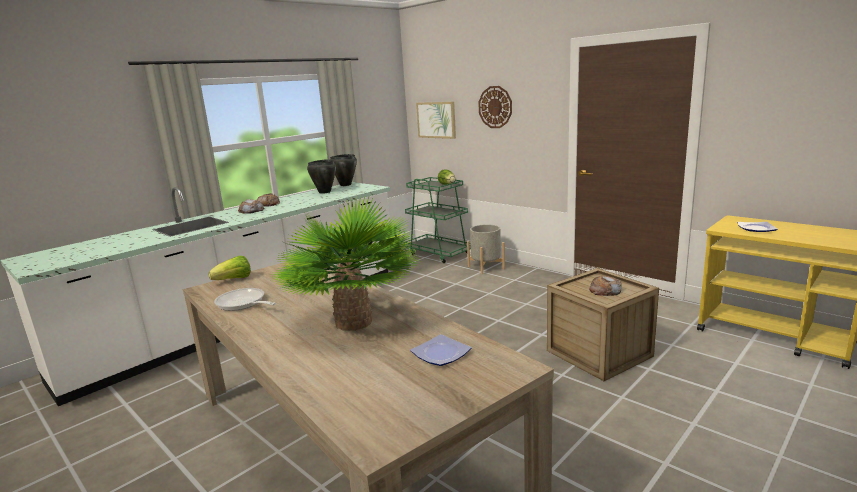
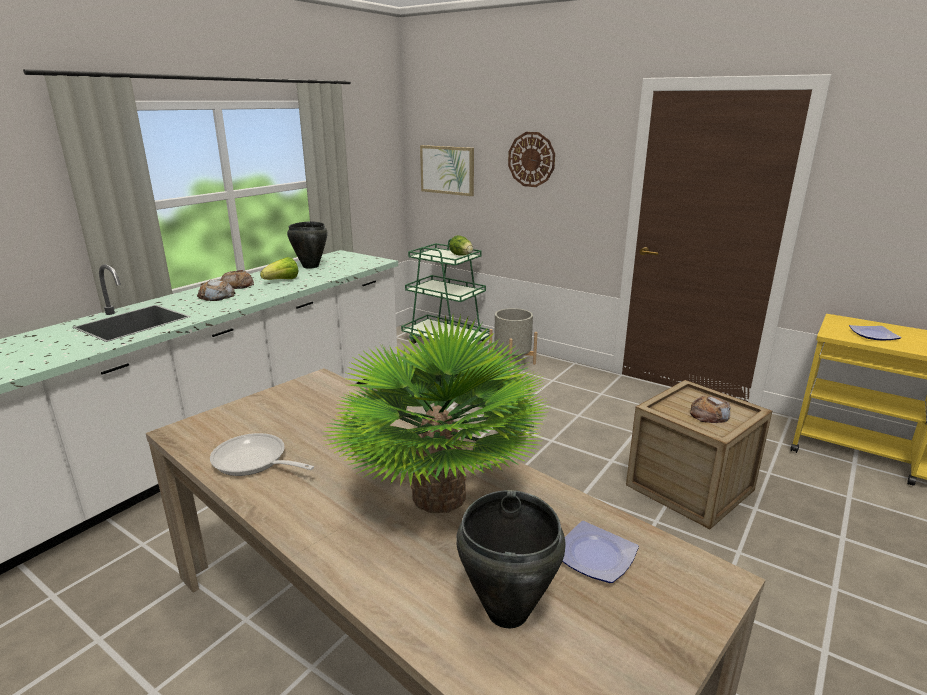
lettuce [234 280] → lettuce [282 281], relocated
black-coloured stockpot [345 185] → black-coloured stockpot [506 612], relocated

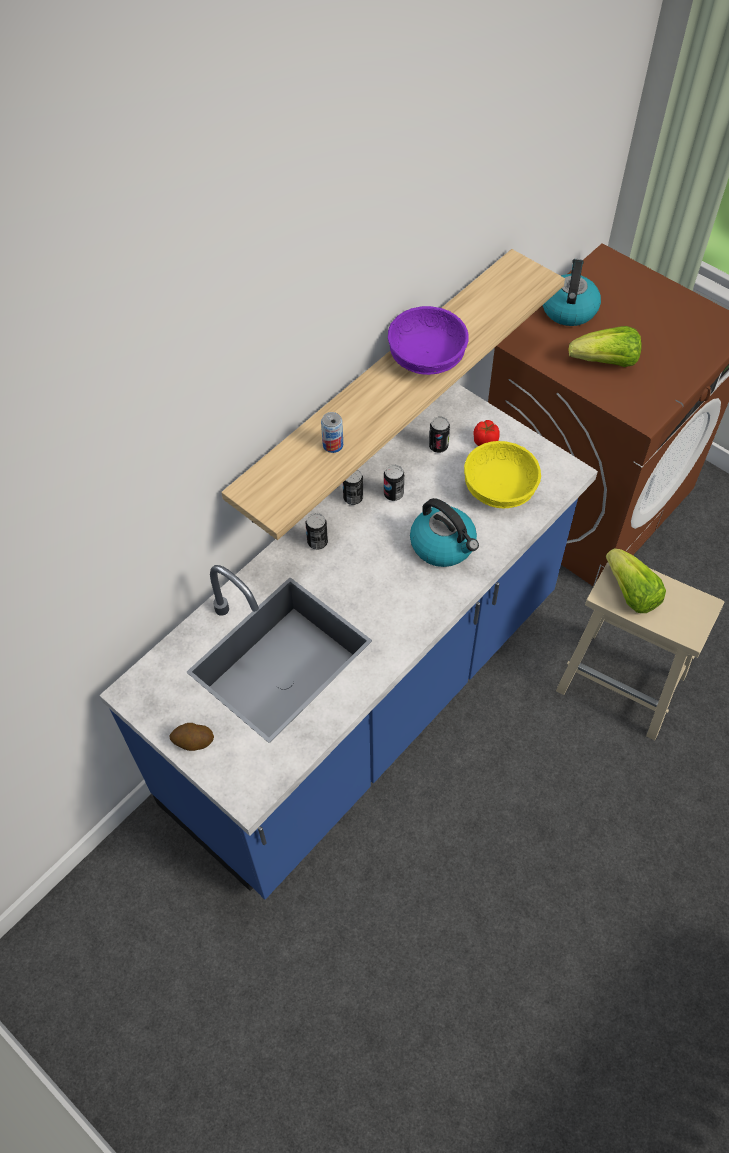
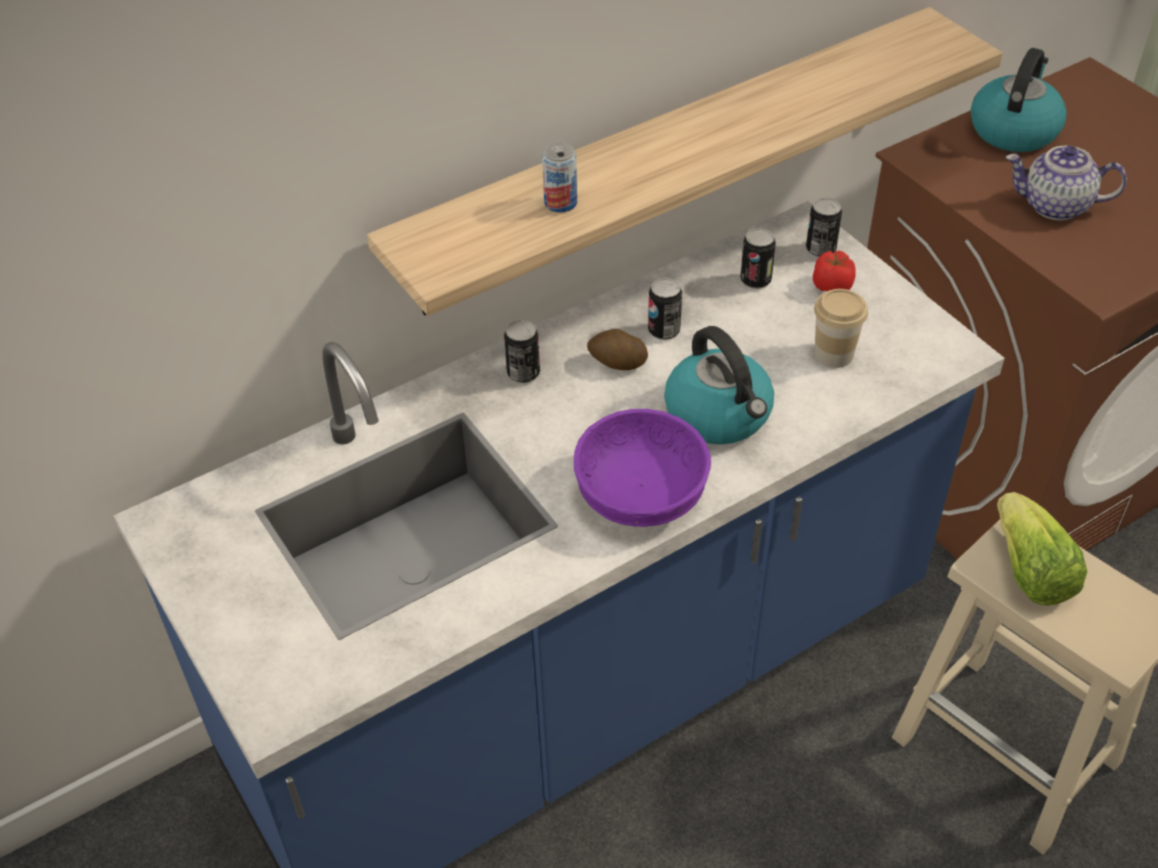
spud [193 742] → spud [617 363], relocated
metal can [353 498] → metal can [820 250], relocated
purple serving bowl [425 357] → purple serving bowl [638 493], relocated
yellow-coloured serving bowl [499 489] → drinking cup [833 354]
lettuce [606 362] → teapot [1054 206]

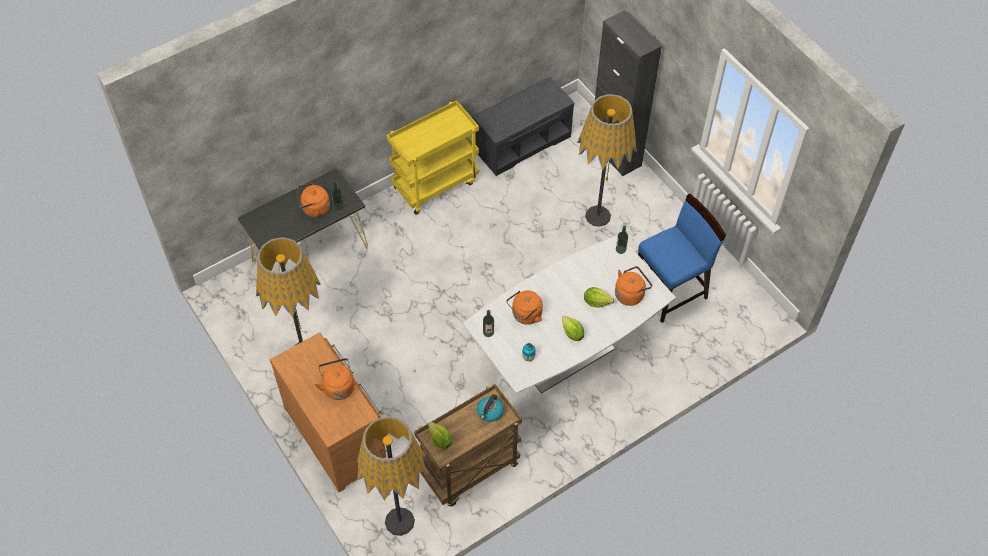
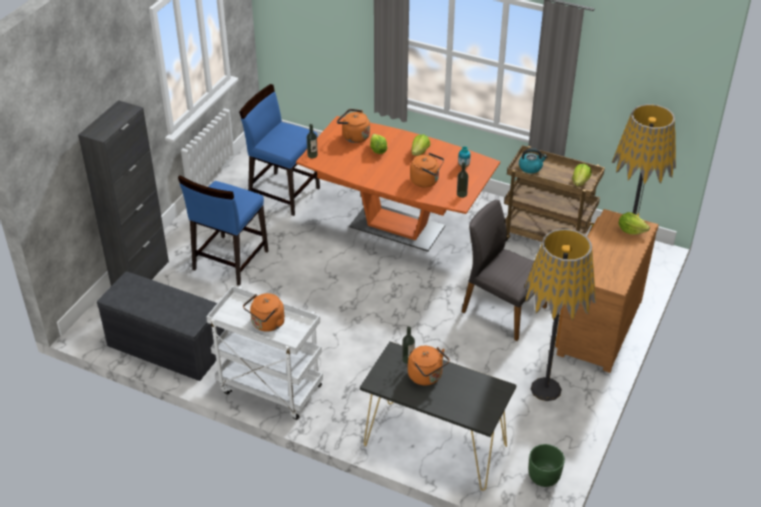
orange tea kettle [338 386] → orange tea kettle [266 324], relocated
yellow-coloured cart [435 184] → whitish cart [269 389]
whitish dinner table [565 355] → orange dinner table [397 227]
floor lamp [598 216] → bluish plain chair [229 260]
- → gray plain chair [502 309]
- → green-coloured flower pot [544 476]
- → lettuce [631 230]

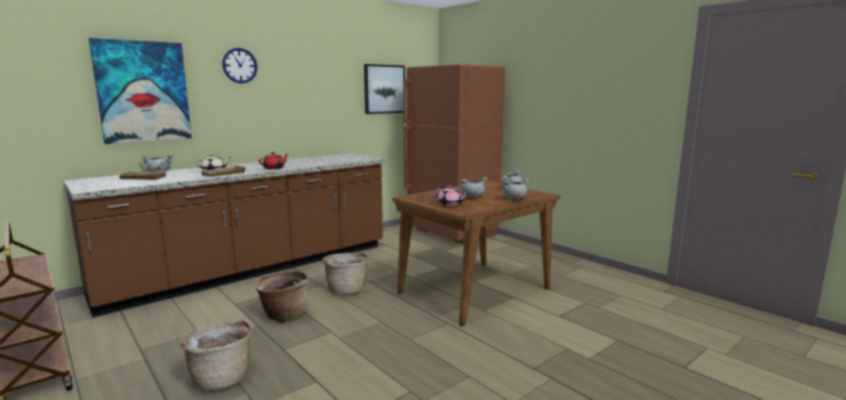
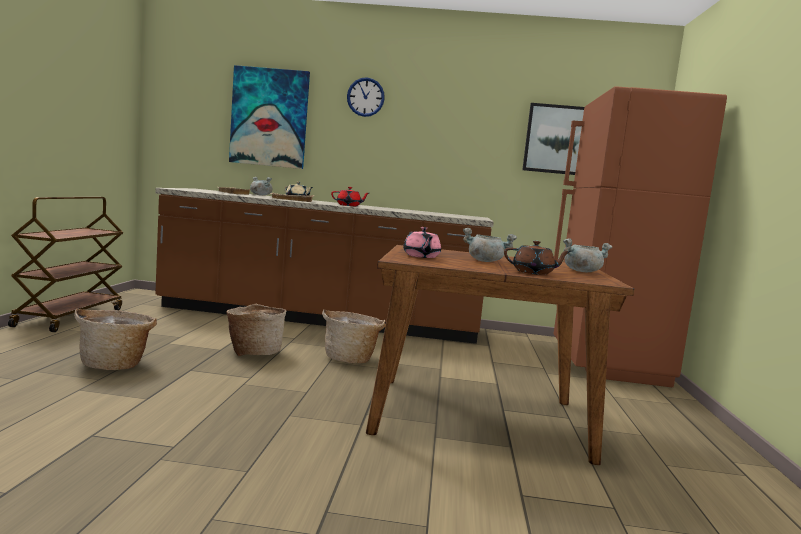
gray stockpot [514 198] → brown-coloured teapot [533 273]

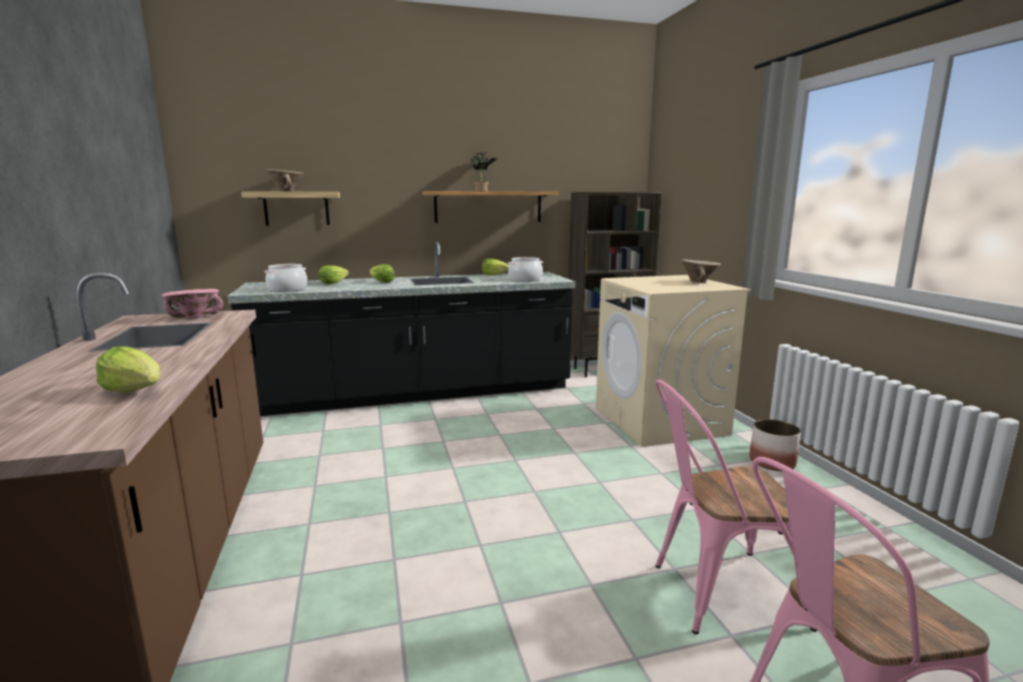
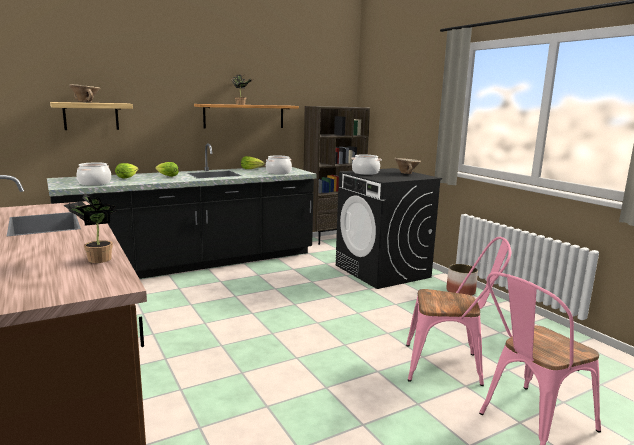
lettuce [135 390] → houseplant [96 259]
pink serving bowl [194 317] → -
beige laundry appliance [660 421] → black-coloured laundry appliance [382 271]
pink plain chair [715 592] → pink plain chair [450 366], 150 degrees counterclockwise
- → stockpot [365 173]

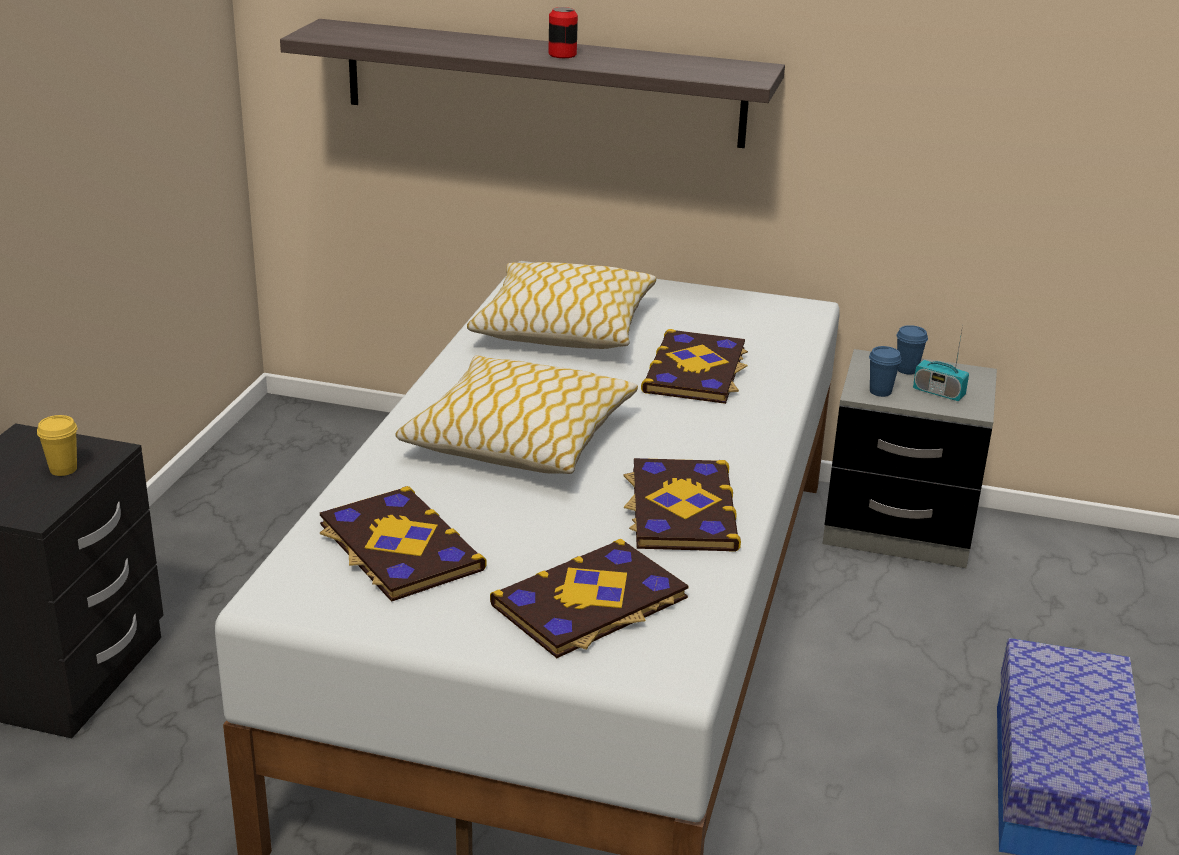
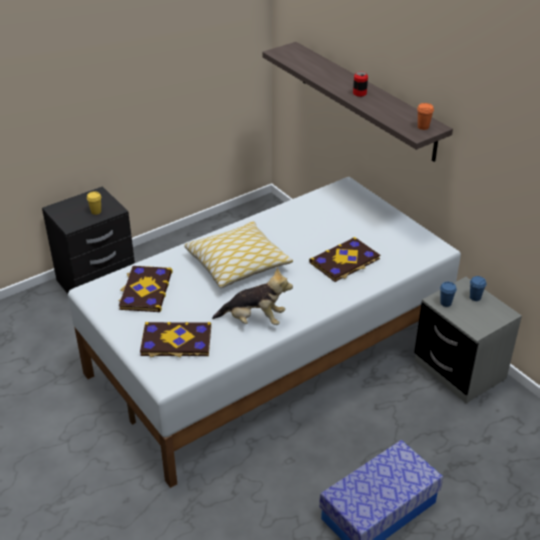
pillow [563 327] → -
bound book [680 509] → plush toy [254 320]
radio receiver [938 392] → -
- → orange drinking cup [423 127]

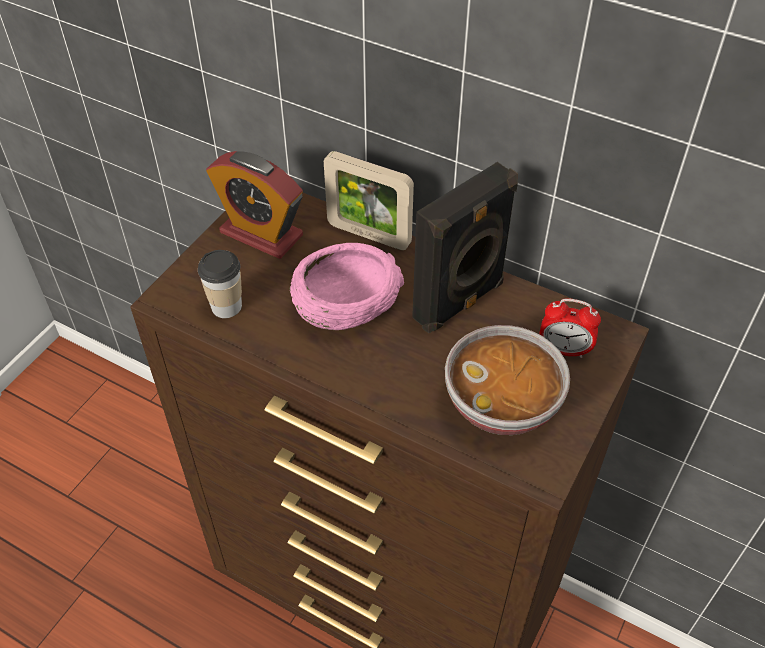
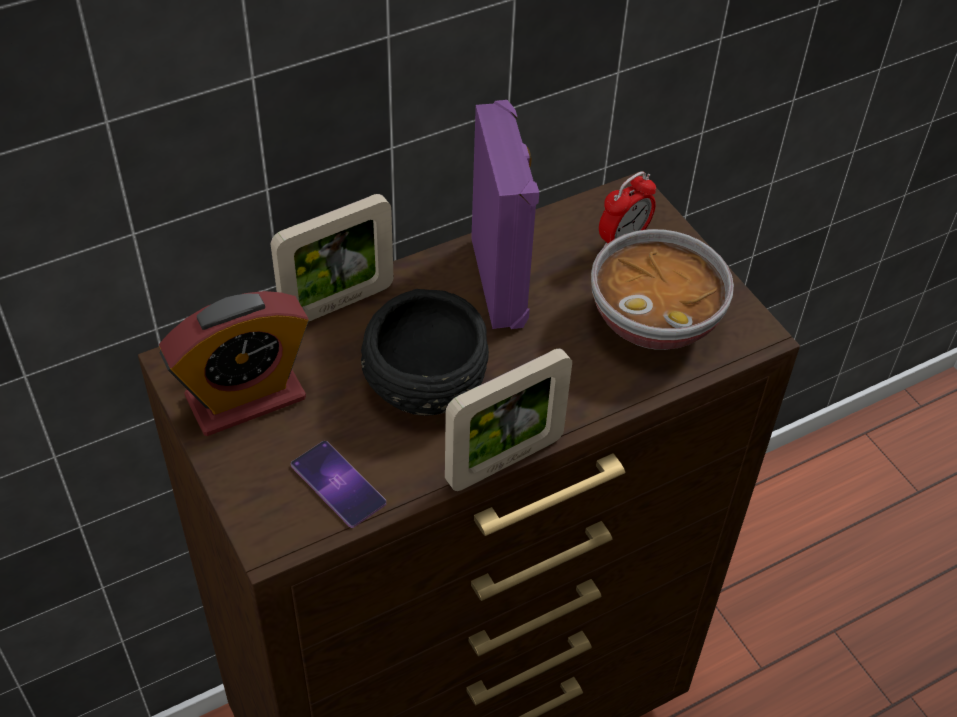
drinking cup [226 306] → handset [338 484]
pink serving bowl [345 303] → black-coloured serving bowl [424 373]
black-coloured loudspeaker [460 302] → purple loudspeaker [501 281]
- → standing frame [504 461]

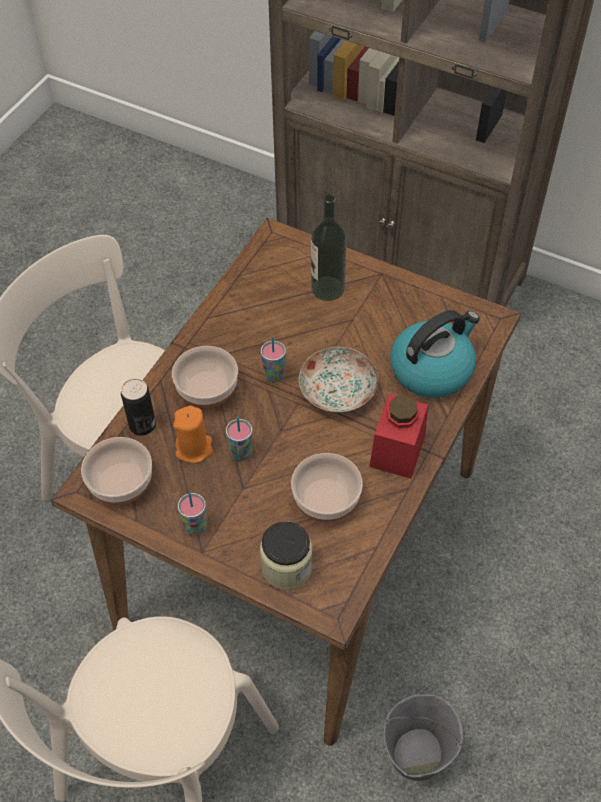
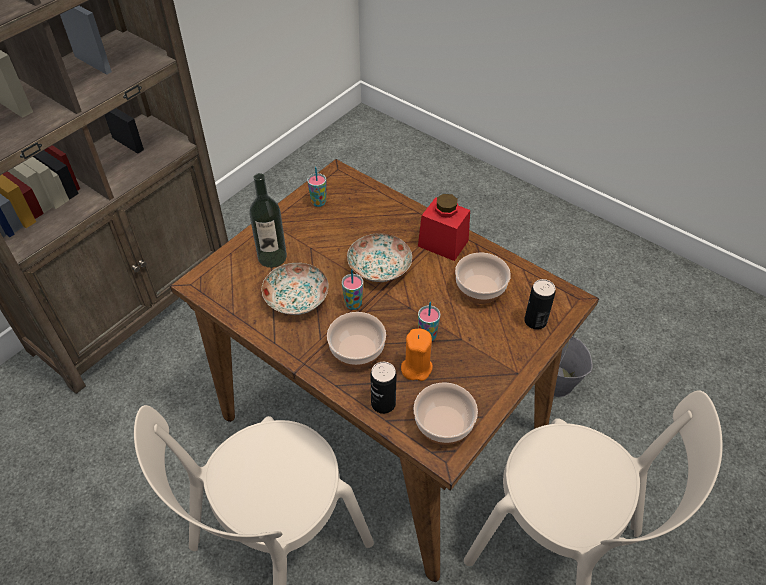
drinking cup [195 527] → drinking cup [318 202], relocated
preserve jar [286 567] → metal can [535 321]
tea kettle [432 369] → -
- → plate [297 298]

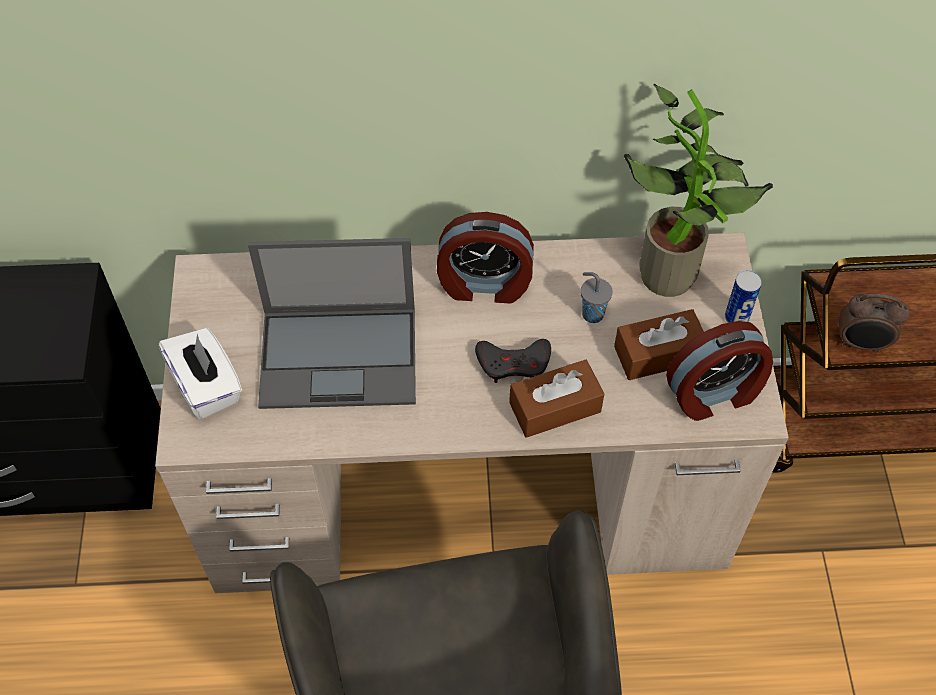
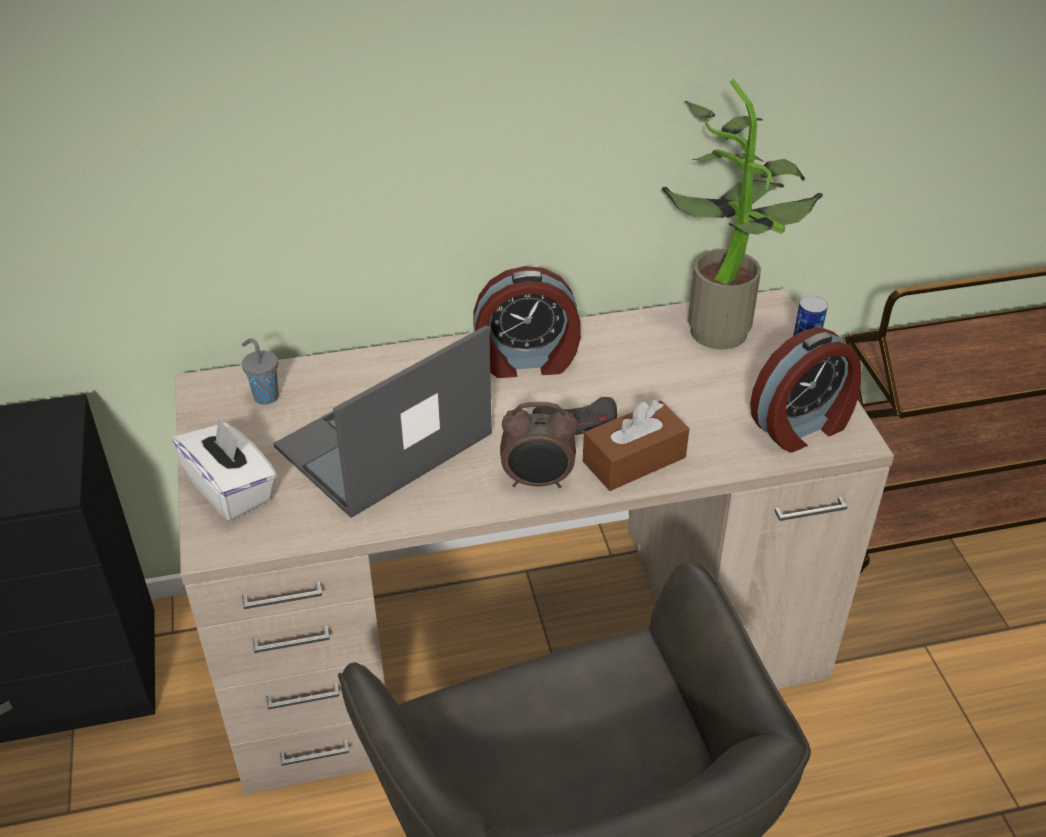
notebook computer [341 356] → notebook computer [382 443], 150 degrees clockwise
gray drinking cup [591 313] → gray drinking cup [265 396], relocated
brown-coloured tissue box [658 354] → -
bedside clock [861 344] → bedside clock [538 481], relocated

